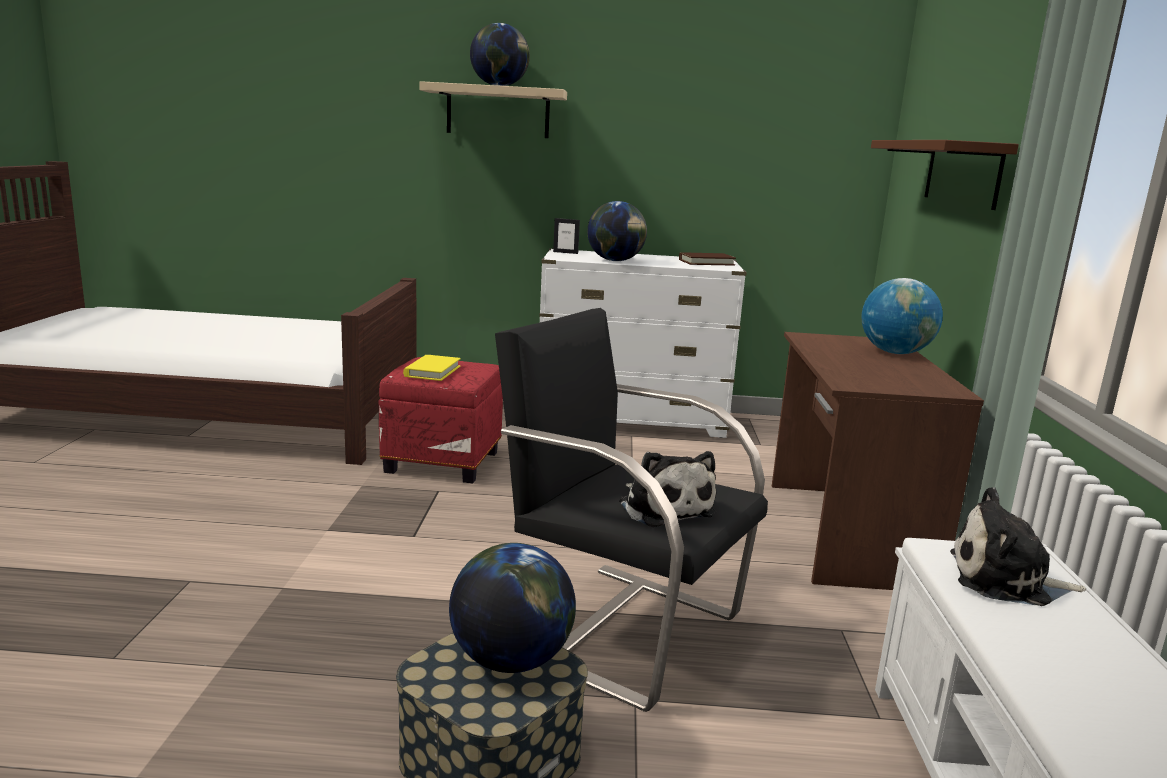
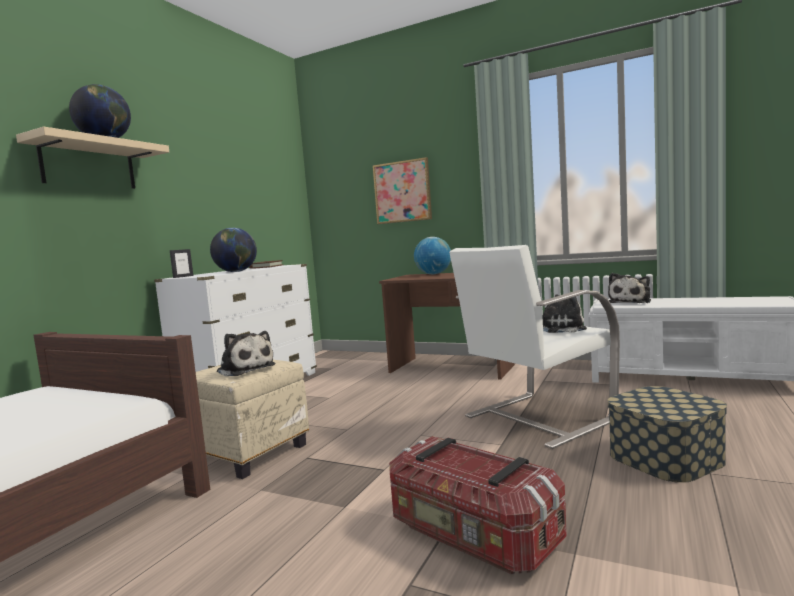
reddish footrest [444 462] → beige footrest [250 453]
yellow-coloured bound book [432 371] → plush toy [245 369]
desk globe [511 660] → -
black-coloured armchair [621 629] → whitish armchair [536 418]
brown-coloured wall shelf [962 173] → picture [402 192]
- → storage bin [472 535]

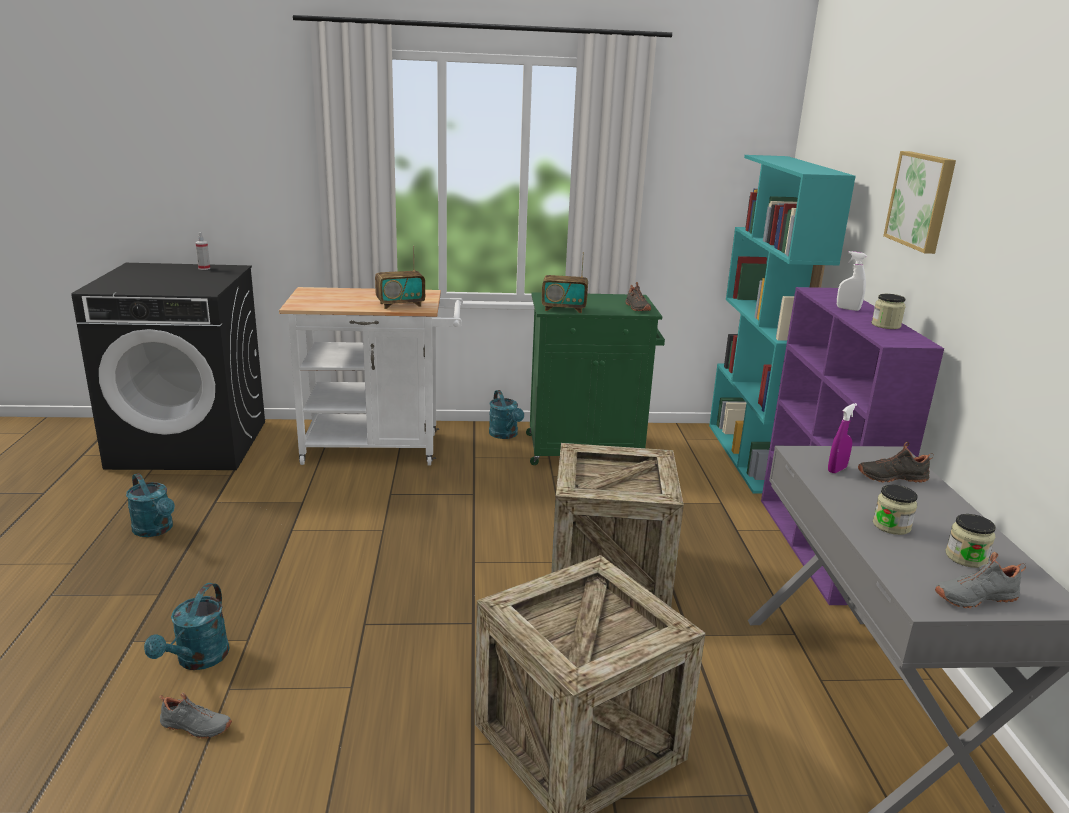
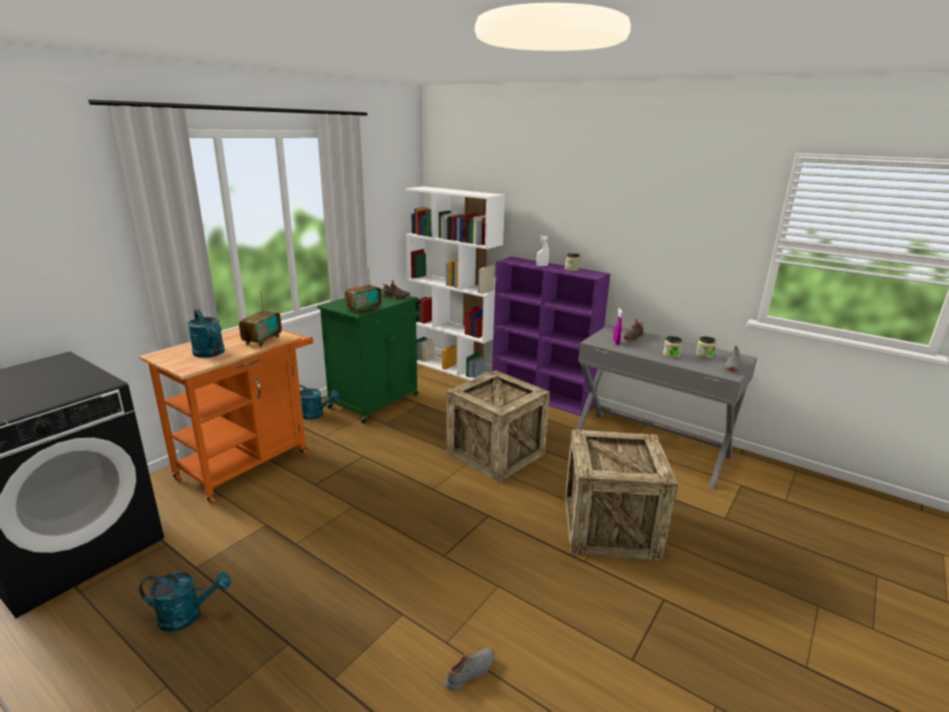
turquoise watering pot [198 660] → turquoise watering pot [211 354], relocated
sprayer [204 268] → -
whitish cart [381 448] → orange cart [250 463]
turquoise shelving unit [751 457] → whitish shelving unit [453 368]
picture [922 201] → -

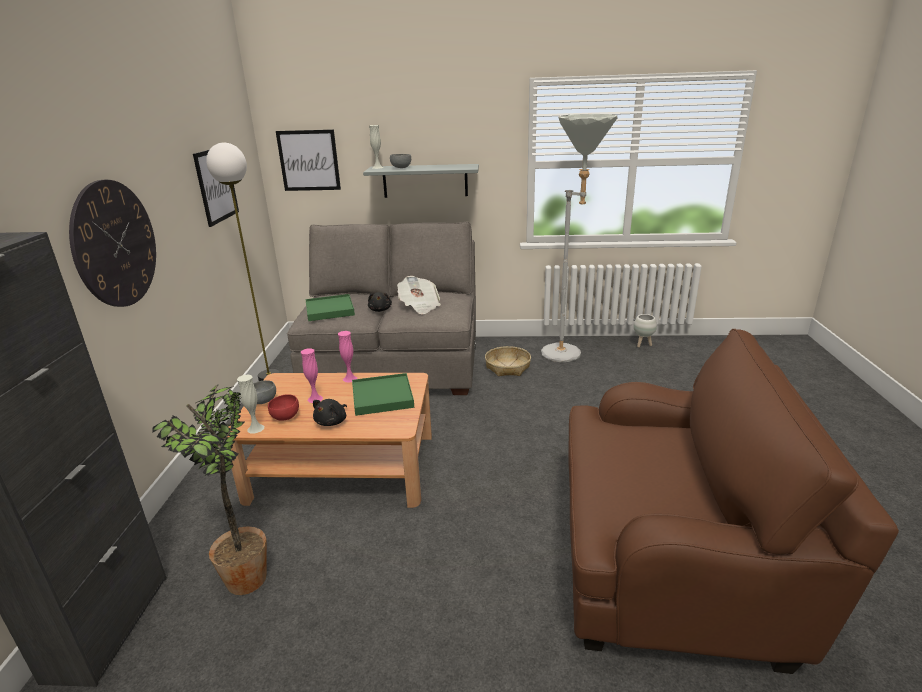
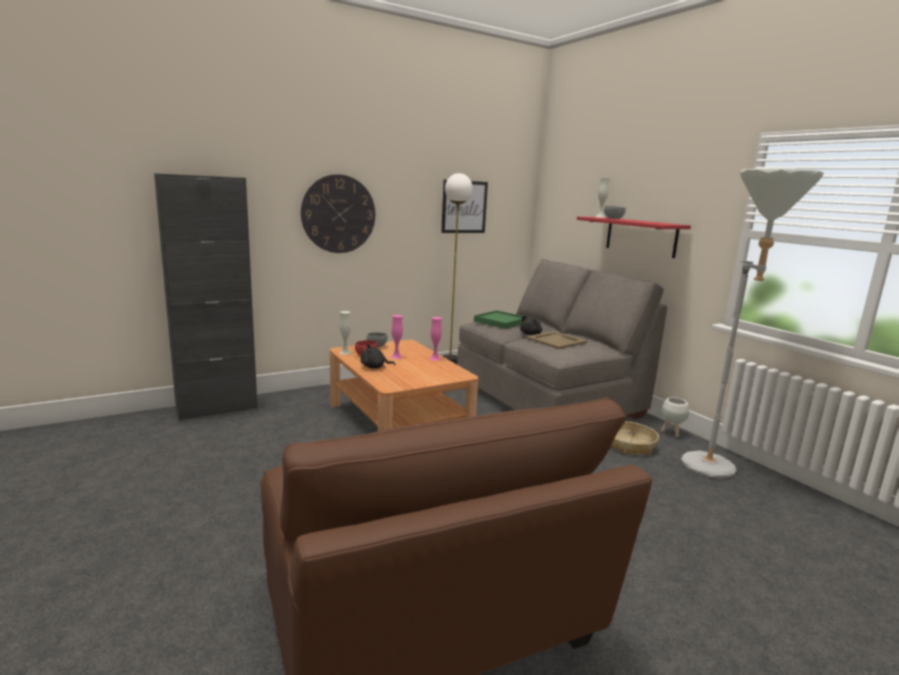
houseplant [244 575] → -
picture [309 160] → -
green-coloured serving tray [382 397] → -
gray wall shelf [425 181] → reddish wall shelf [640 236]
newspaper [419 306] → beige serving tray [556 340]
whitish flower pot [642 344] → whitish flower pot [671 433], relocated

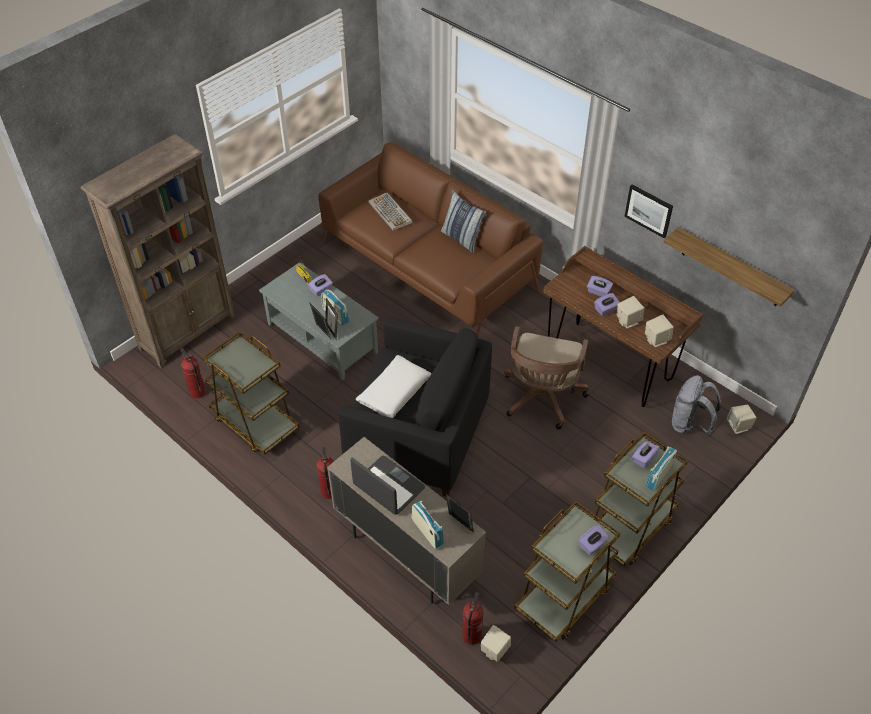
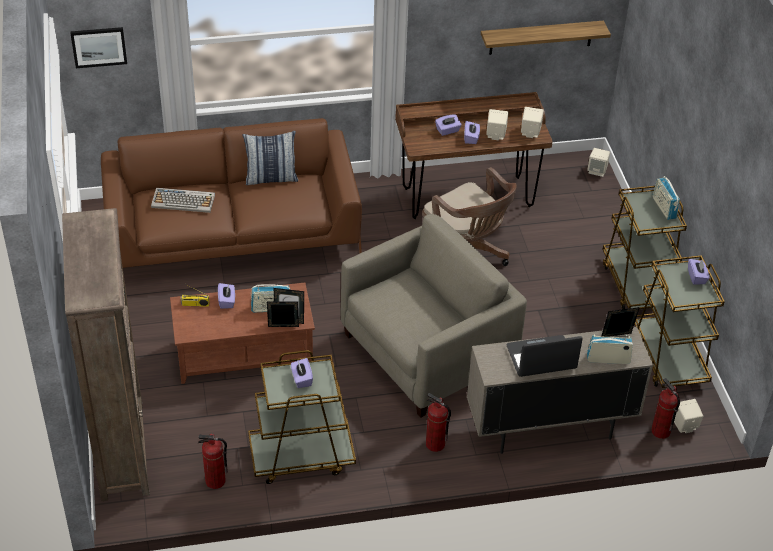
gray lounge table [323 338] → brown-coloured lounge table [244 353]
black-coloured armchair [417 434] → beige armchair [427 352]
whitish pillow [394 392] → -
picture [649 210] → picture [99 46], relocated
purple tissue box [643 459] → purple tissue box [301 379], relocated
gray knapsack [689 424] → -

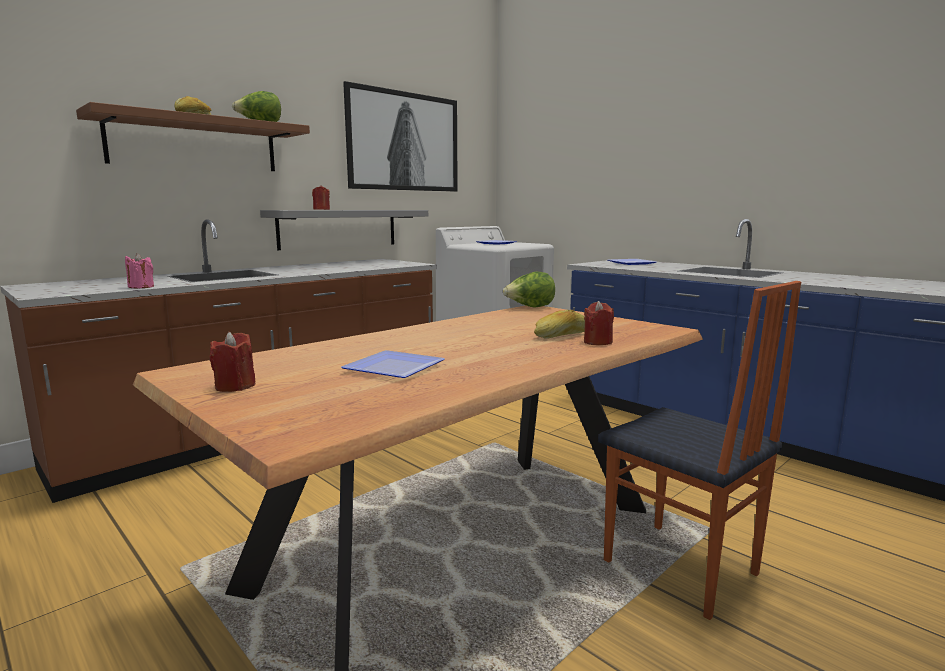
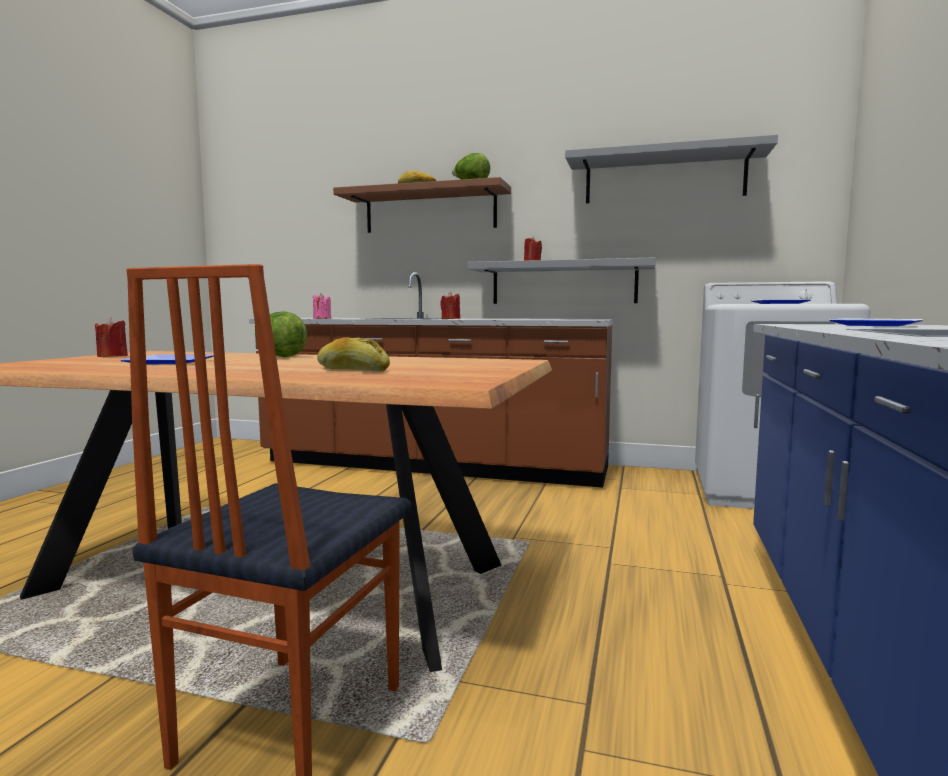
picture [404 142] → gray wall shelf [664 177]
lettuce [530 307] → lettuce [279 356], relocated
reddish candle [598 342] → reddish candle [450 319], relocated

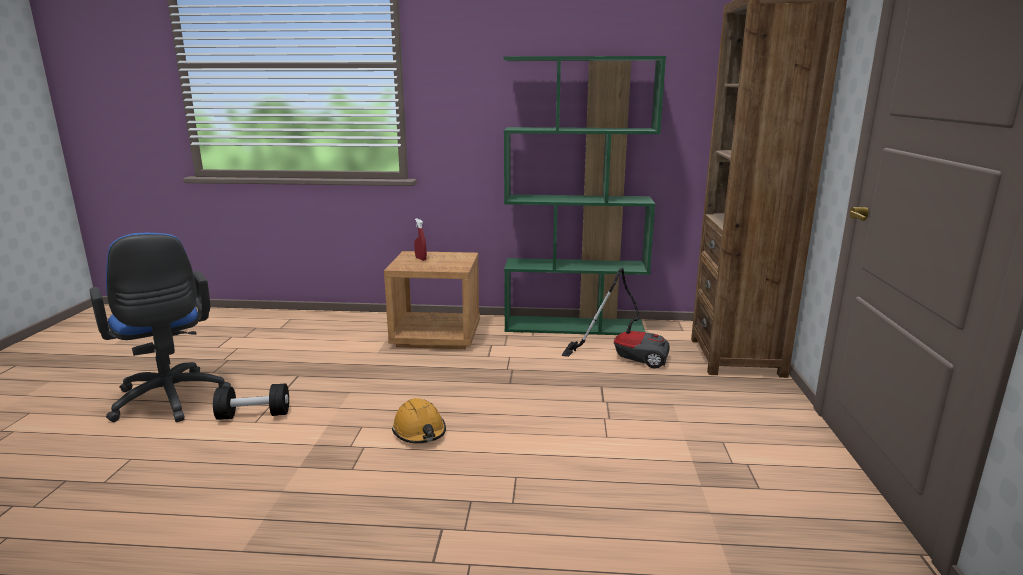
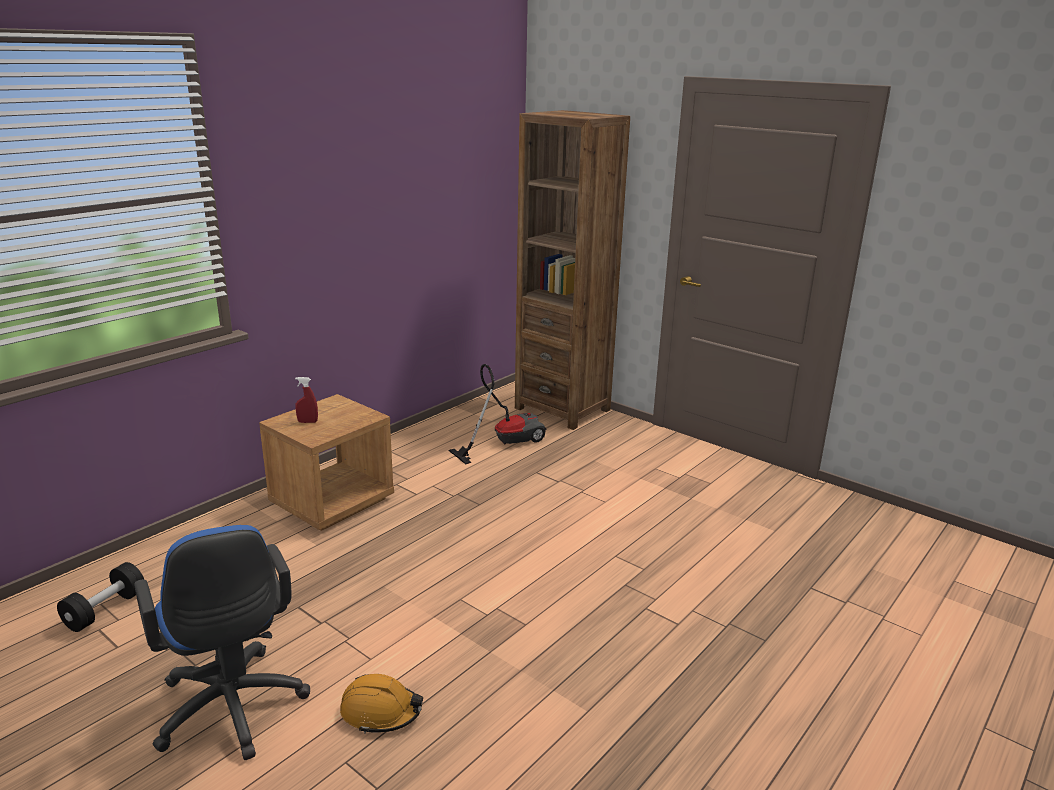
bluish office chair [170 401] → bluish office chair [232 712], 60 degrees clockwise
black-coloured dumbbell [254 415] → black-coloured dumbbell [105 610], relocated
orange hard hat [419 431] → orange hard hat [381 712], relocated
green-coloured shelving unit [574 326] → -

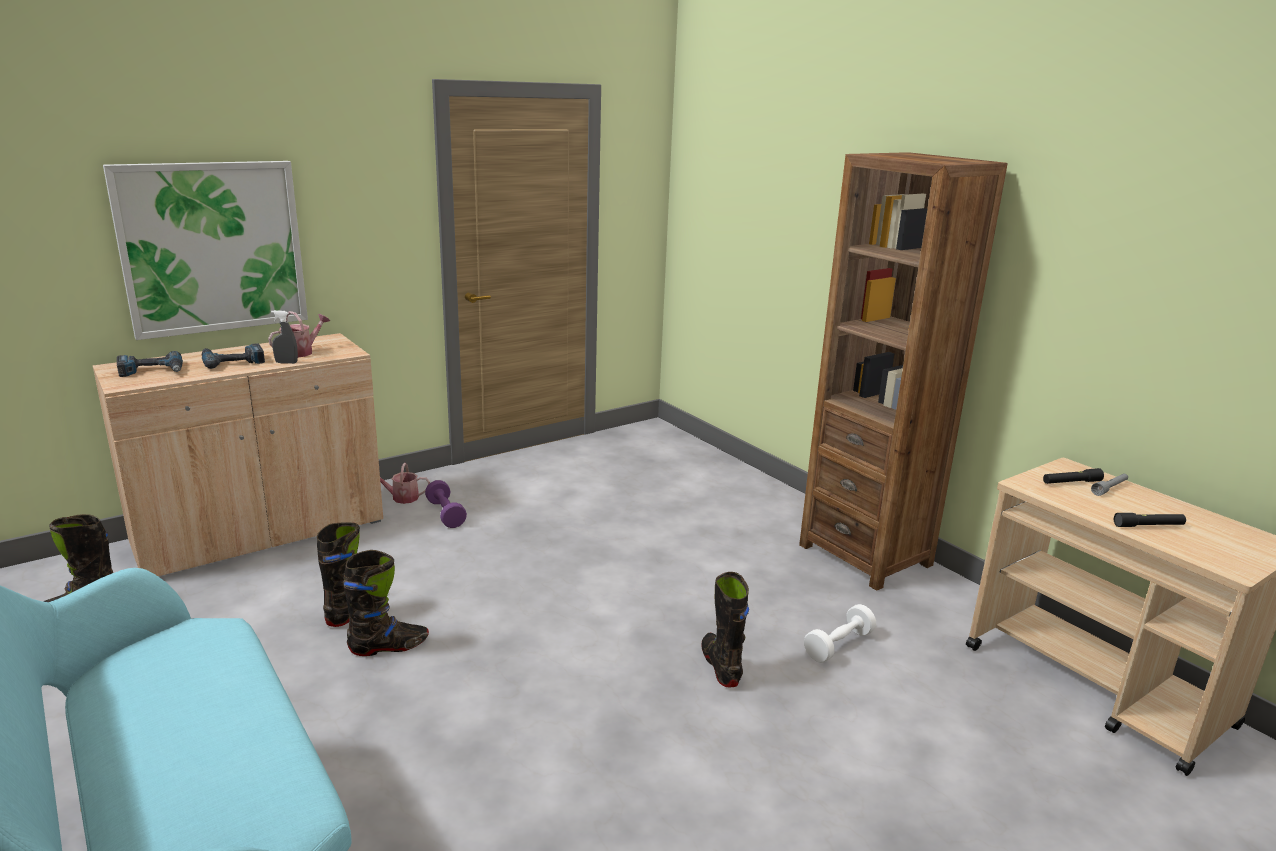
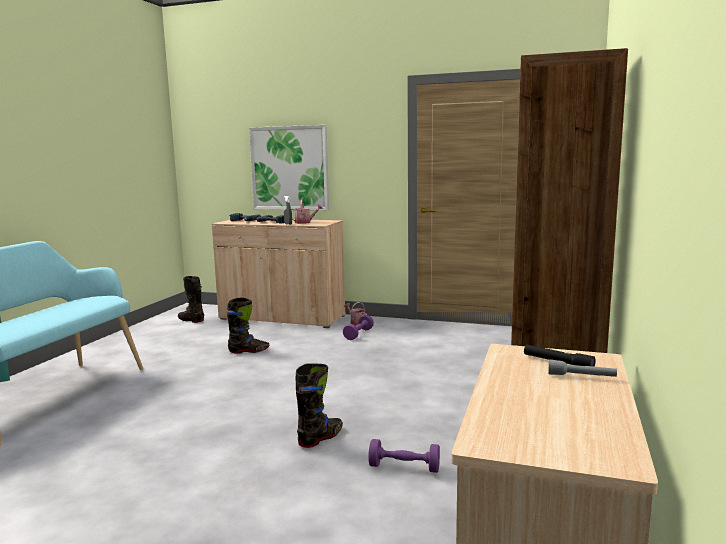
black-coloured tall boot [389 647] → -
whitish dumbbell [838 645] → purple dumbbell [404 467]
black-coloured flashlight [1148 525] → -

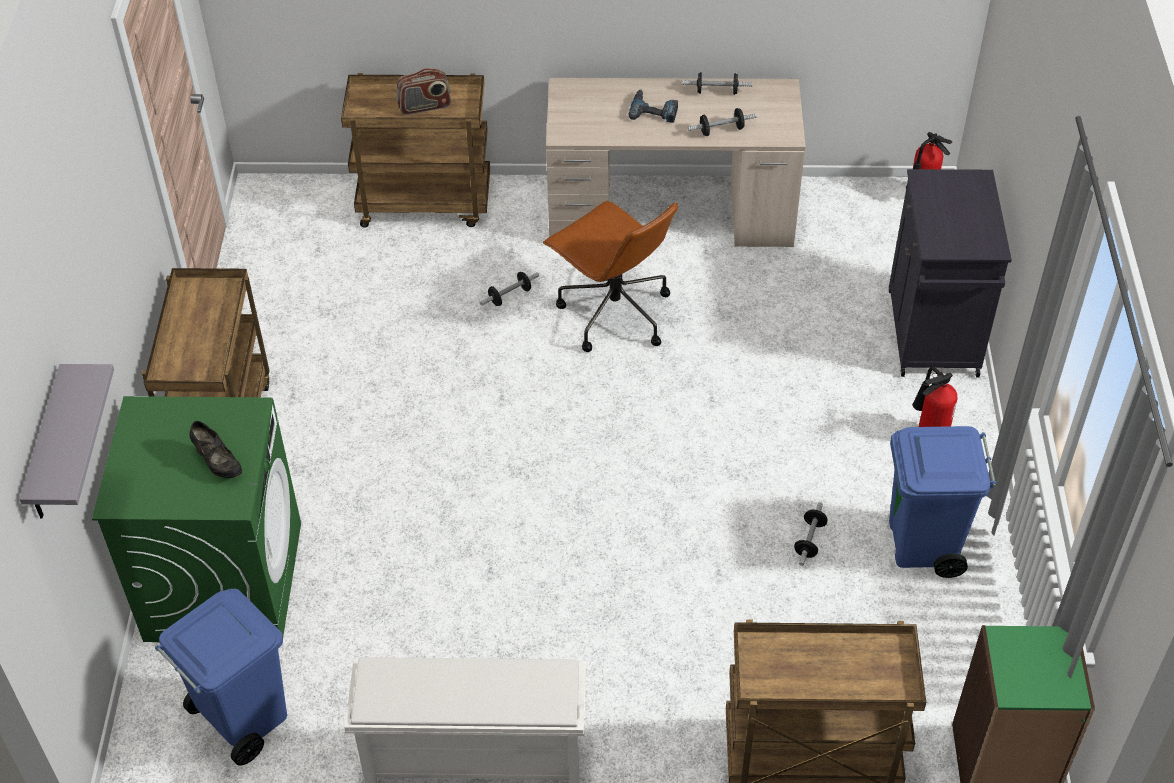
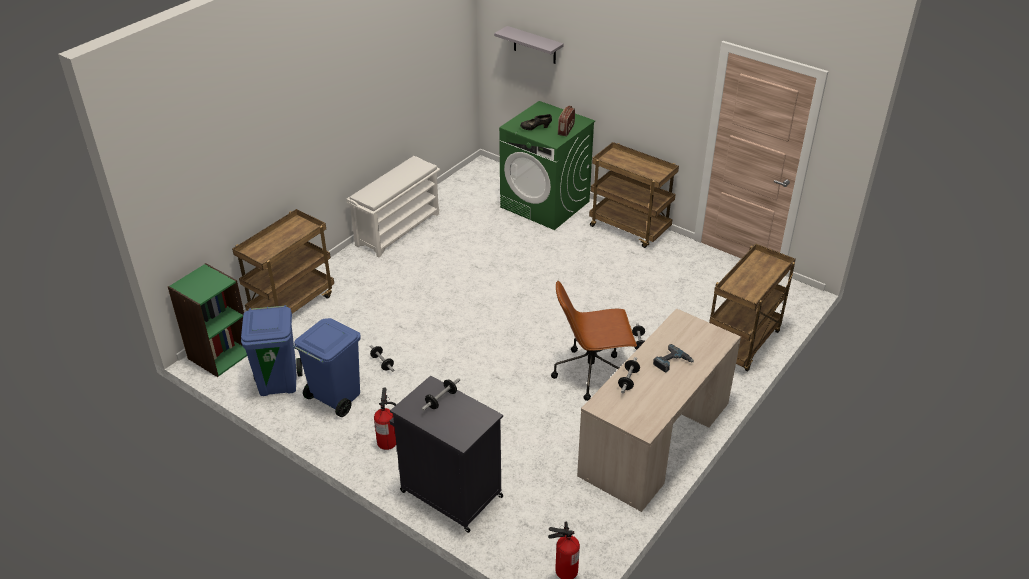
bluish rubbish bin [242 718] → bluish rubbish bin [279 383], relocated
radio receiver [424 106] → radio receiver [565 130], relocated
dumbbell [717 91] → dumbbell [441 400], relocated

